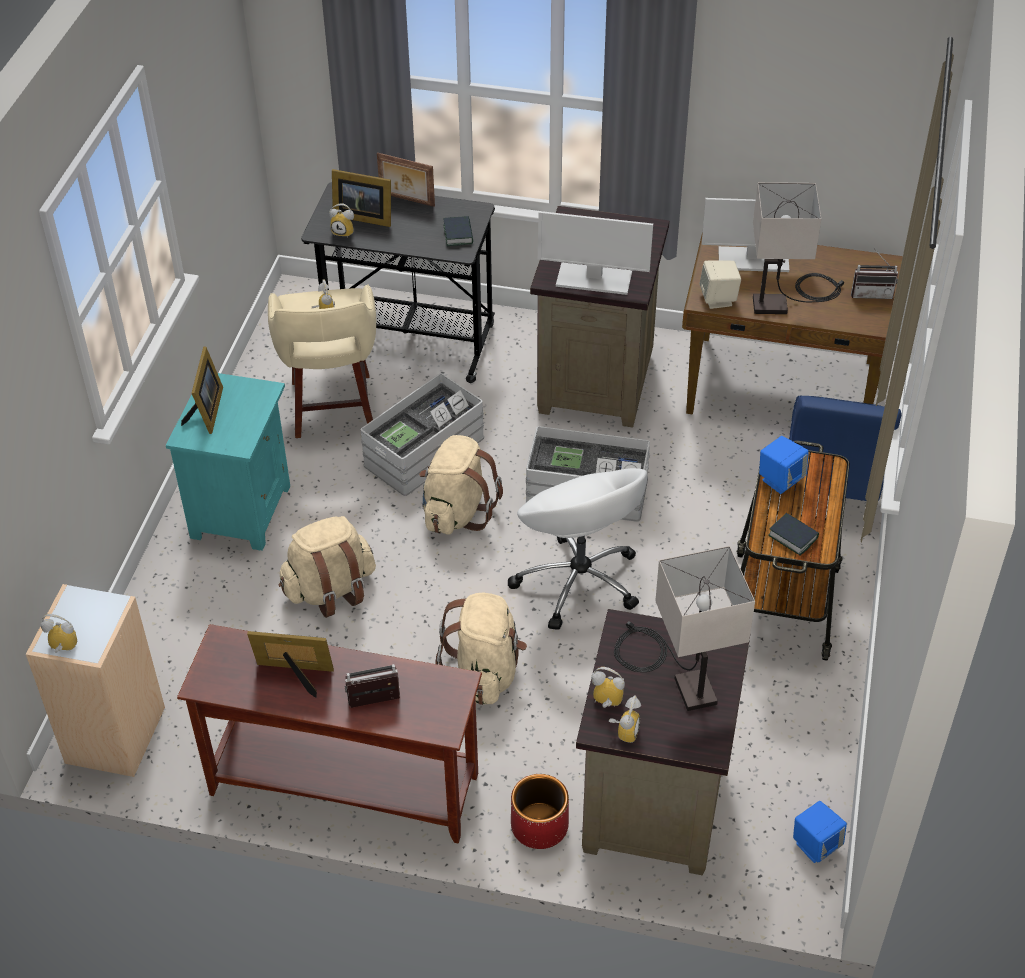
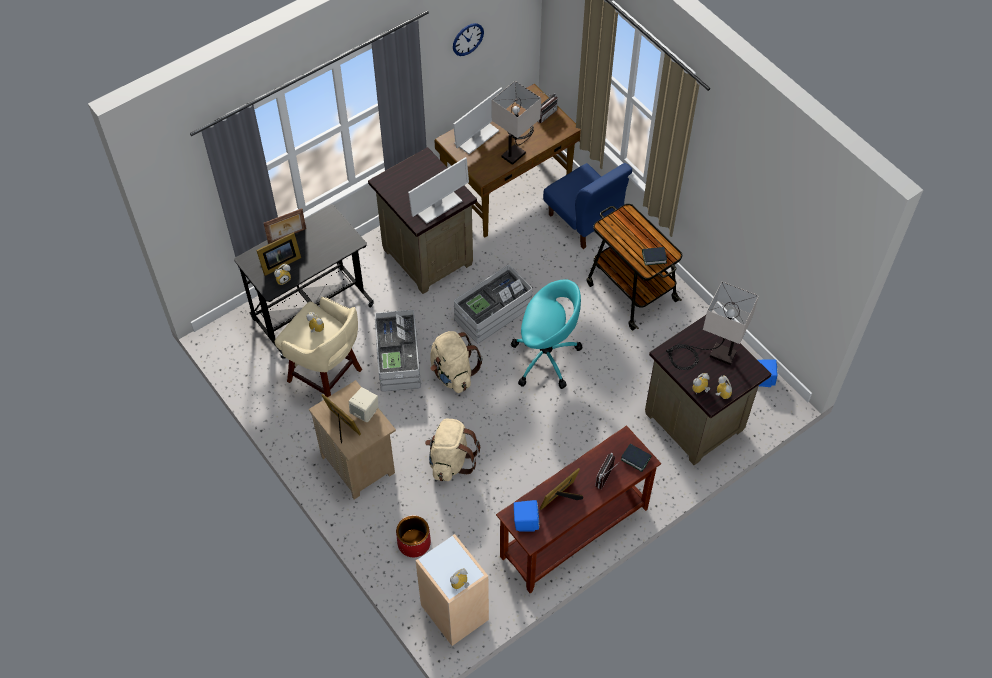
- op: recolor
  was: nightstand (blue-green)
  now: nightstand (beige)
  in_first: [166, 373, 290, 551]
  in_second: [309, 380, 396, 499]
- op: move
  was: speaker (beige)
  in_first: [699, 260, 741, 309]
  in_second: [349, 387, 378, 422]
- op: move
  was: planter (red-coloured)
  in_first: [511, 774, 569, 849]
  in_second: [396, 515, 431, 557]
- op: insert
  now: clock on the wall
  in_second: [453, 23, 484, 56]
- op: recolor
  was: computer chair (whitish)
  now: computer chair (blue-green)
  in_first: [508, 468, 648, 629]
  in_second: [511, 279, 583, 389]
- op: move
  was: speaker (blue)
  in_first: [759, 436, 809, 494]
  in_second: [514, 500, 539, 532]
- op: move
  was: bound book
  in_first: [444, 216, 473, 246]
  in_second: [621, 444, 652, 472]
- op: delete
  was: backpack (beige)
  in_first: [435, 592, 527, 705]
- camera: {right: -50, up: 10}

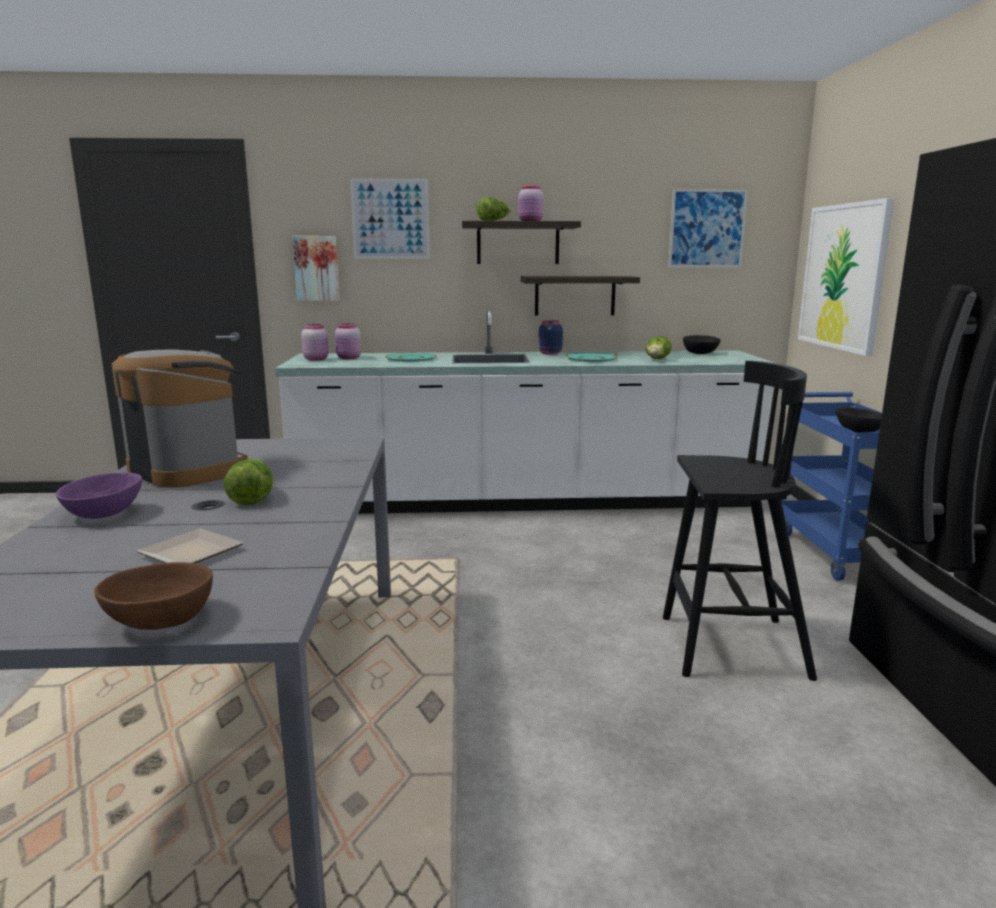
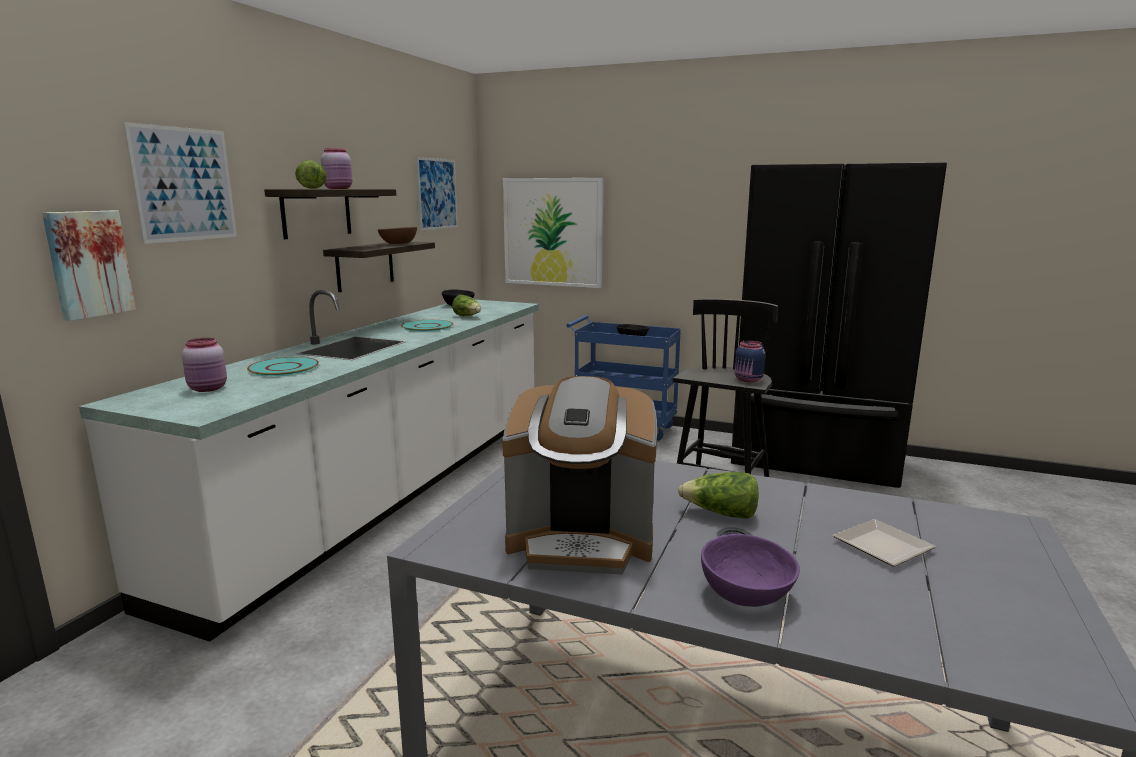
- op: move
  was: deep dish (brownish)
  in_first: [94, 562, 213, 630]
  in_second: [378, 227, 417, 244]
- op: rotate
  was: coffee brewer
  in_first: [111, 349, 248, 487]
  in_second: [502, 376, 657, 575]
  clockwise: -150
- op: move
  was: jar (blue)
  in_first: [538, 320, 563, 355]
  in_second: [735, 340, 765, 383]
- op: delete
  was: jar (pinkish)
  in_first: [301, 324, 329, 361]
- camera: {right: -65, up: 0}

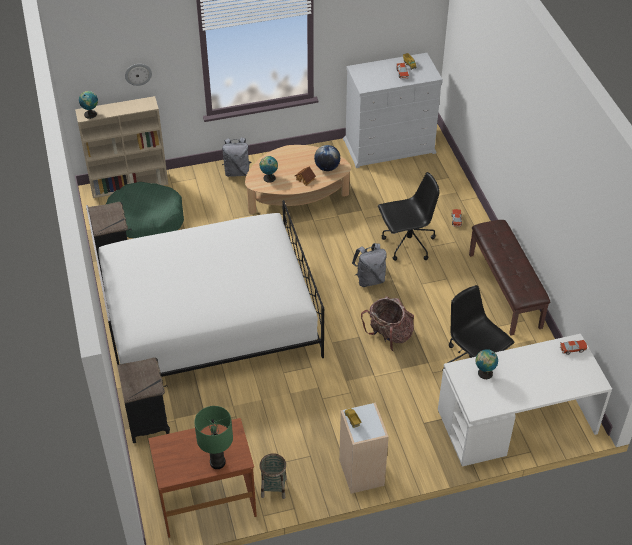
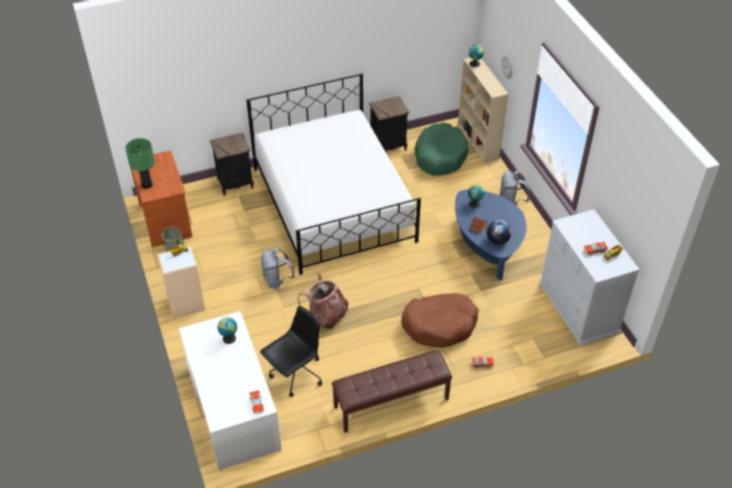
- op: move
  was: backpack (greyish)
  in_first: [352, 243, 387, 287]
  in_second: [261, 248, 295, 289]
- op: replace
  was: computer chair (blackish)
  now: dog cushion (brownish)
  in_first: [378, 172, 440, 261]
  in_second: [401, 293, 478, 348]
- op: recolor
  was: coffee table (beige)
  now: coffee table (blue)
  in_first: [245, 145, 351, 214]
  in_second: [455, 189, 527, 280]
- camera: {right: 85, up: 0}

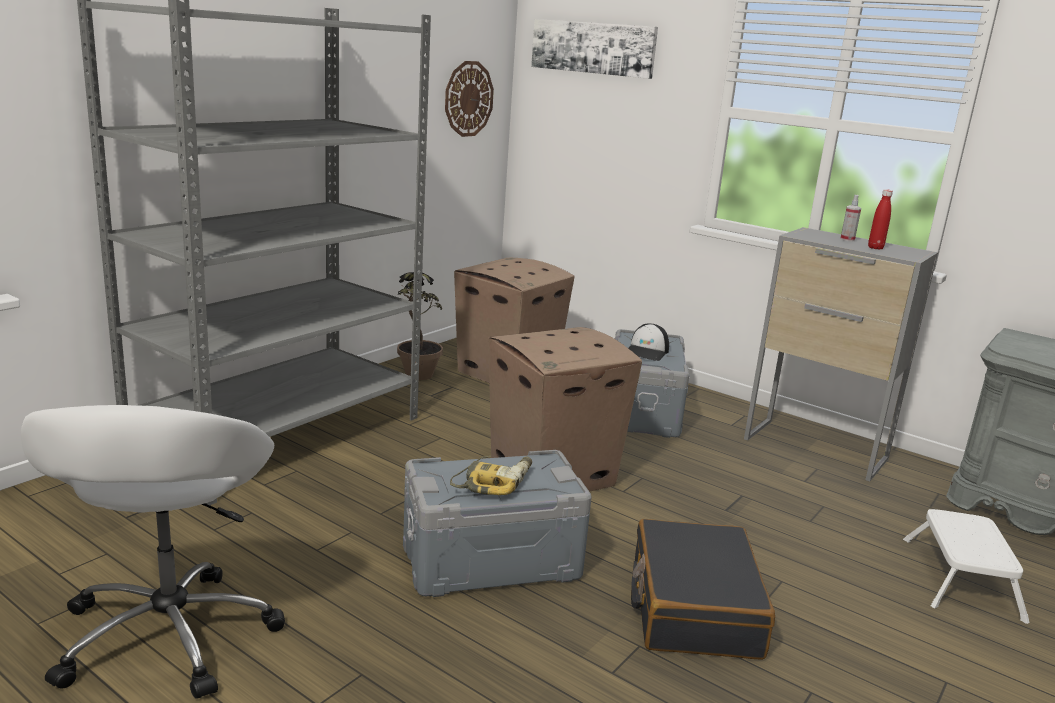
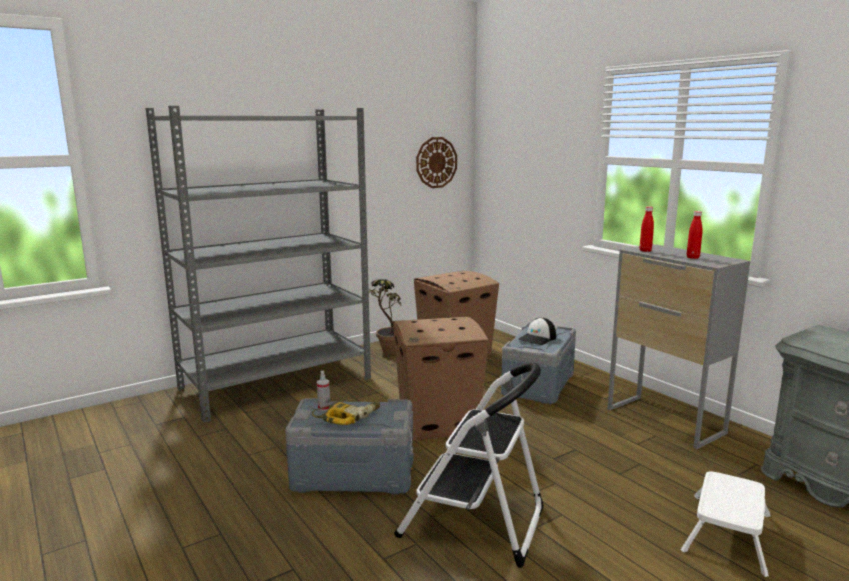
- op: move
  was: hand sprayer
  in_first: [840, 195, 861, 241]
  in_second: [317, 371, 330, 411]
- op: replace
  was: piece of luggage (blackish)
  now: step stool
  in_first: [631, 519, 775, 660]
  in_second: [394, 362, 544, 568]
- op: insert
  now: bottle (red-coloured)
  in_second: [640, 206, 654, 252]
- op: delete
  was: computer chair (whitish)
  in_first: [21, 405, 285, 699]
- op: delete
  was: wall art
  in_first: [531, 19, 658, 79]
- camera: {right: 20, up: -5}

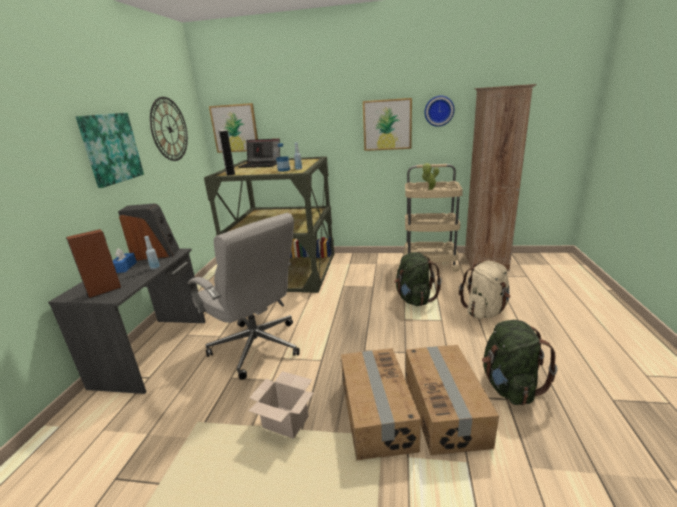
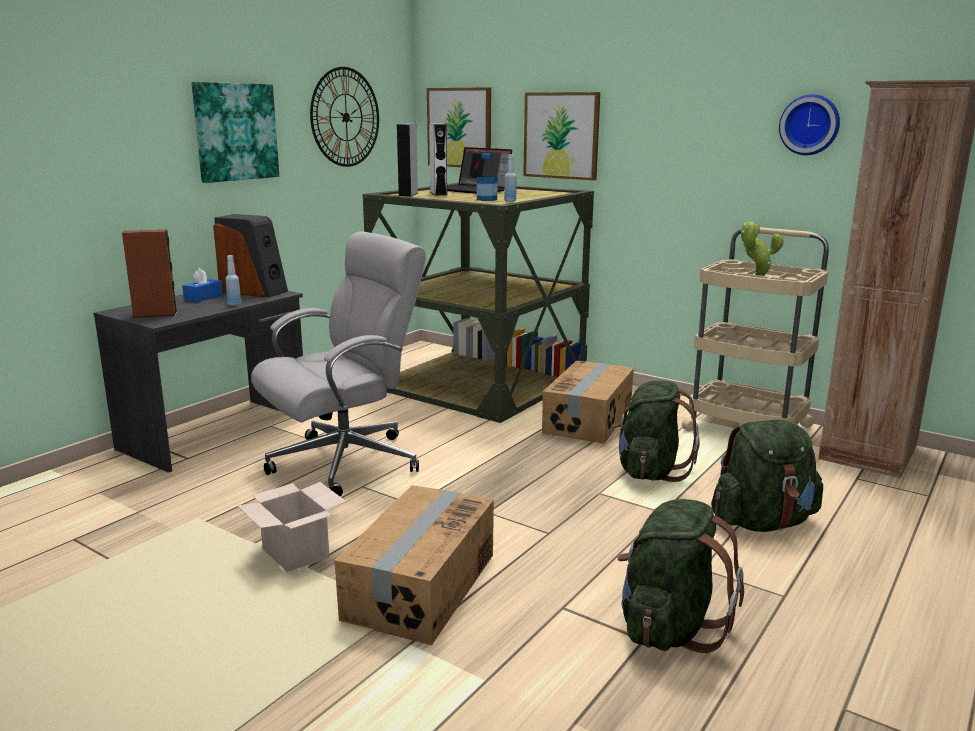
- op: rotate
  was: computer chair (greyish)
  in_first: [188, 213, 300, 380]
  in_second: [251, 231, 426, 496]
  clockwise: -105
- op: insert
  now: speaker (whitish)
  in_second: [429, 124, 448, 196]
- op: move
  was: wall art
  in_first: [363, 98, 412, 151]
  in_second: [523, 92, 600, 180]
- op: move
  was: cardboard box
  in_first: [406, 345, 499, 455]
  in_second: [542, 361, 634, 444]
- op: recolor
  was: backpack (beige)
  now: backpack (green)
  in_first: [459, 261, 511, 319]
  in_second: [711, 420, 823, 532]
- camera: {right: 25, up: -5}

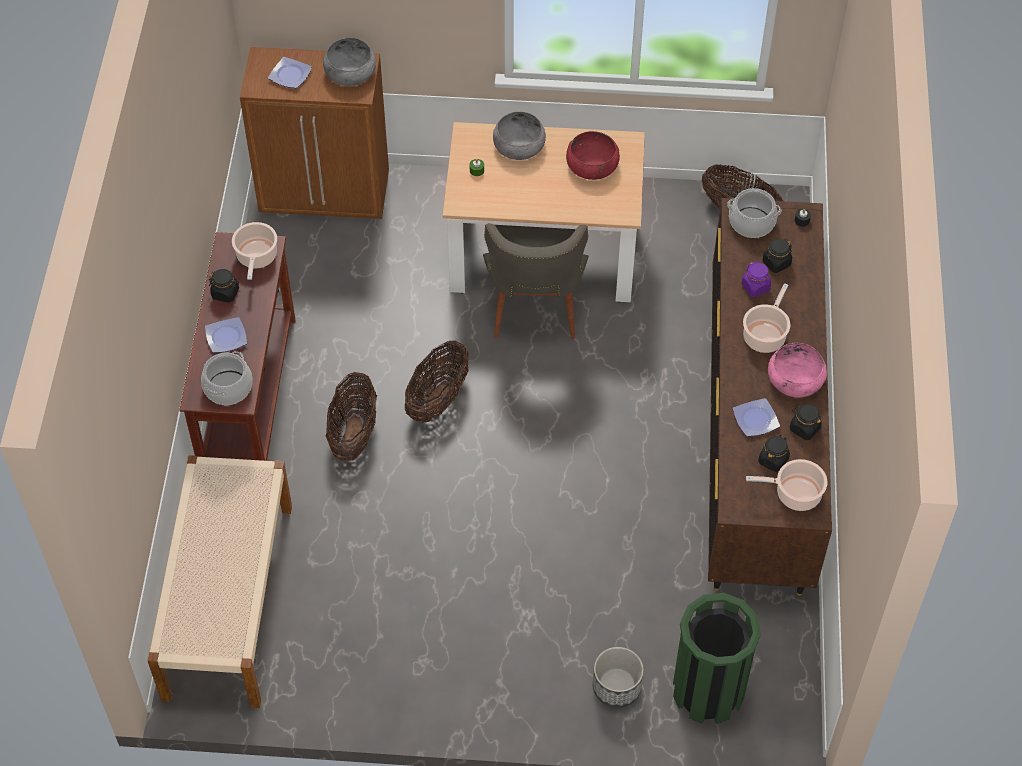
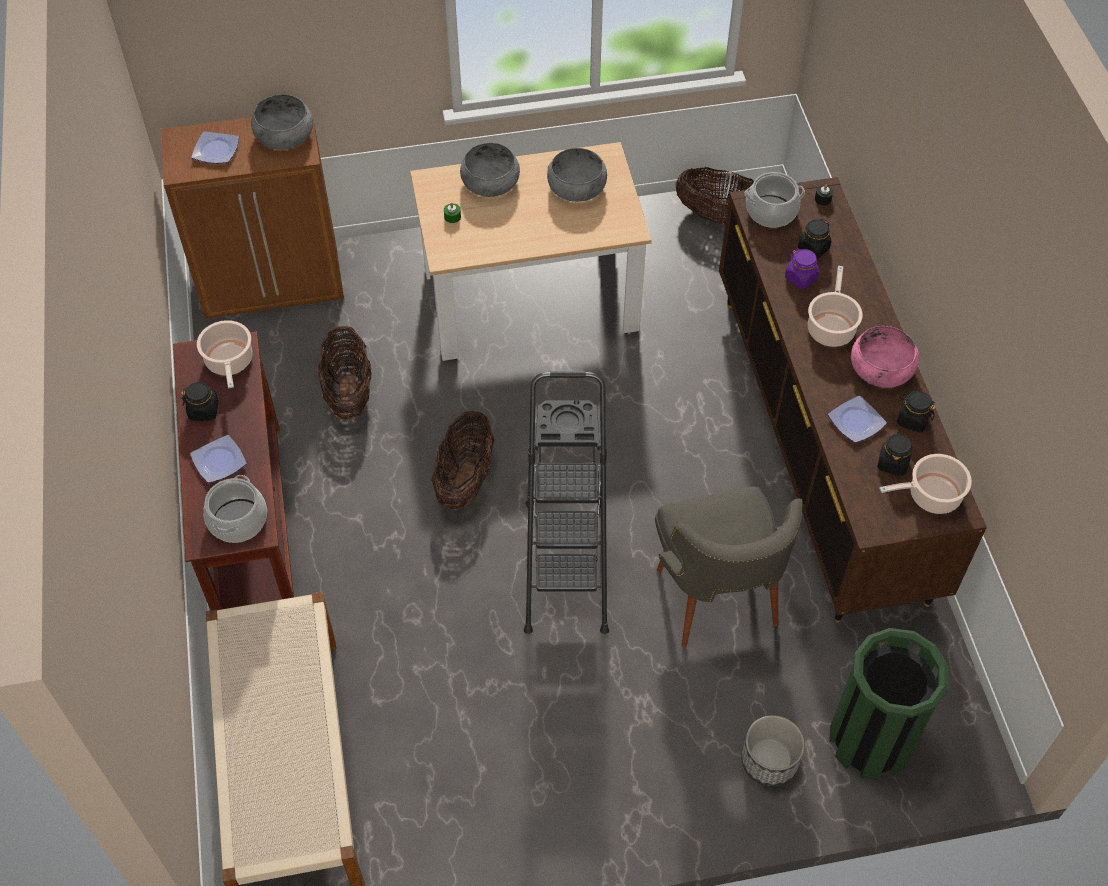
- op: move
  was: household basket
  in_first: [325, 372, 377, 461]
  in_second: [318, 326, 372, 420]
- op: insert
  now: step stool
  in_second: [524, 371, 609, 634]
- op: recolor
  was: deep dish (red-coloured)
  now: deep dish (greyish)
  in_first: [566, 131, 620, 180]
  in_second: [547, 148, 607, 202]
- op: move
  was: plain chair (greyish)
  in_first: [483, 223, 588, 339]
  in_second: [655, 487, 802, 647]
- camera: {right: -15, up: 0}

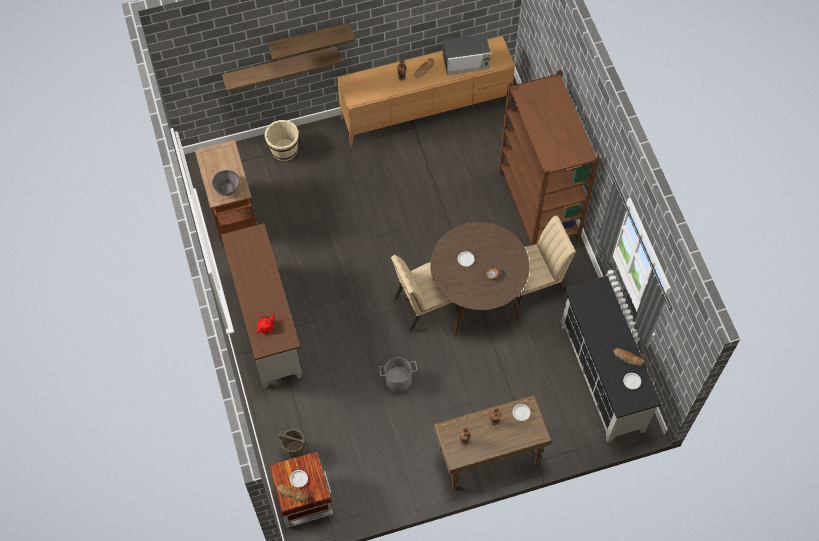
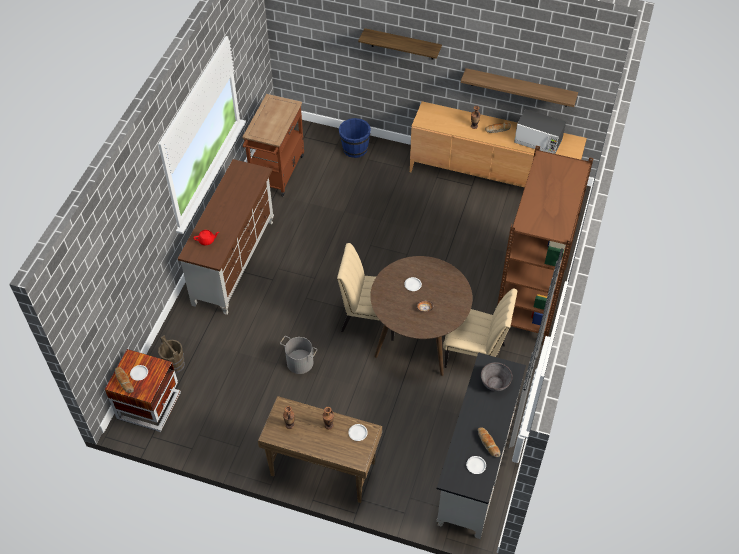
- op: recolor
  was: pail (beige)
  now: pail (blue)
  in_first: [264, 120, 299, 161]
  in_second: [339, 118, 371, 158]
- op: move
  was: wall shelf
  in_first: [222, 46, 342, 92]
  in_second: [461, 68, 578, 107]
- op: move
  was: deep dish (greyish)
  in_first: [212, 170, 240, 196]
  in_second: [481, 362, 513, 391]
- camera: {right: 35, up: -10}

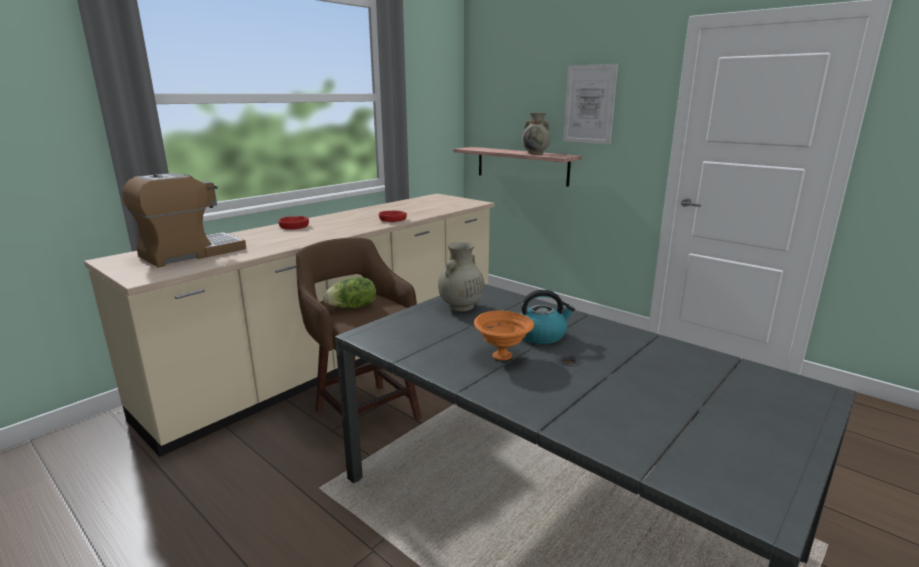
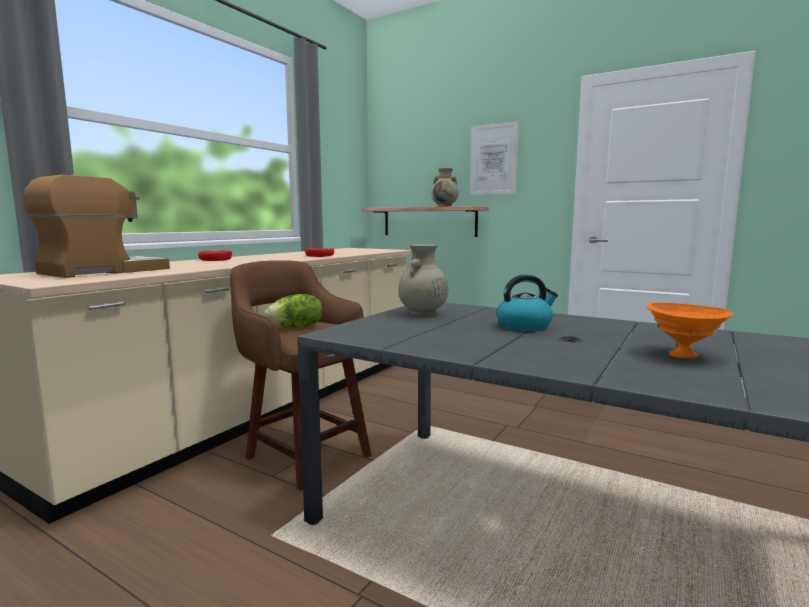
- op: move
  was: deep dish (orange-coloured)
  in_first: [474, 311, 534, 360]
  in_second: [647, 302, 734, 359]
- camera: {right: -10, up: -10}

